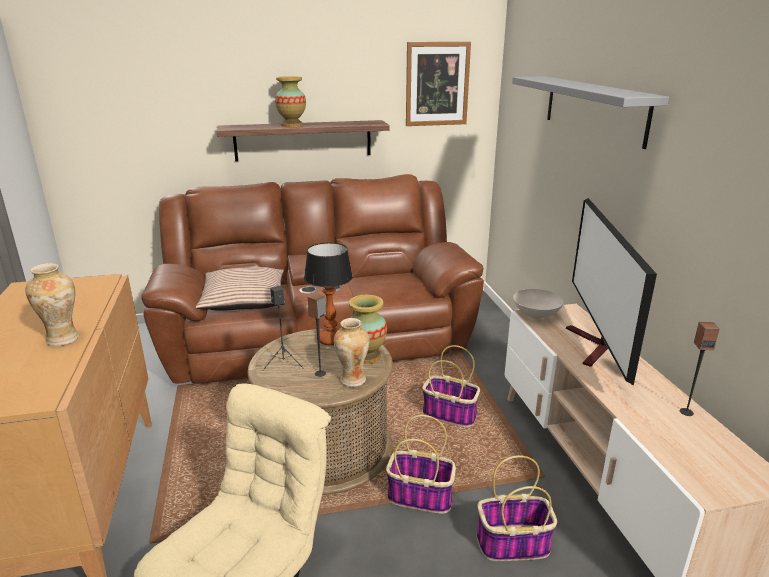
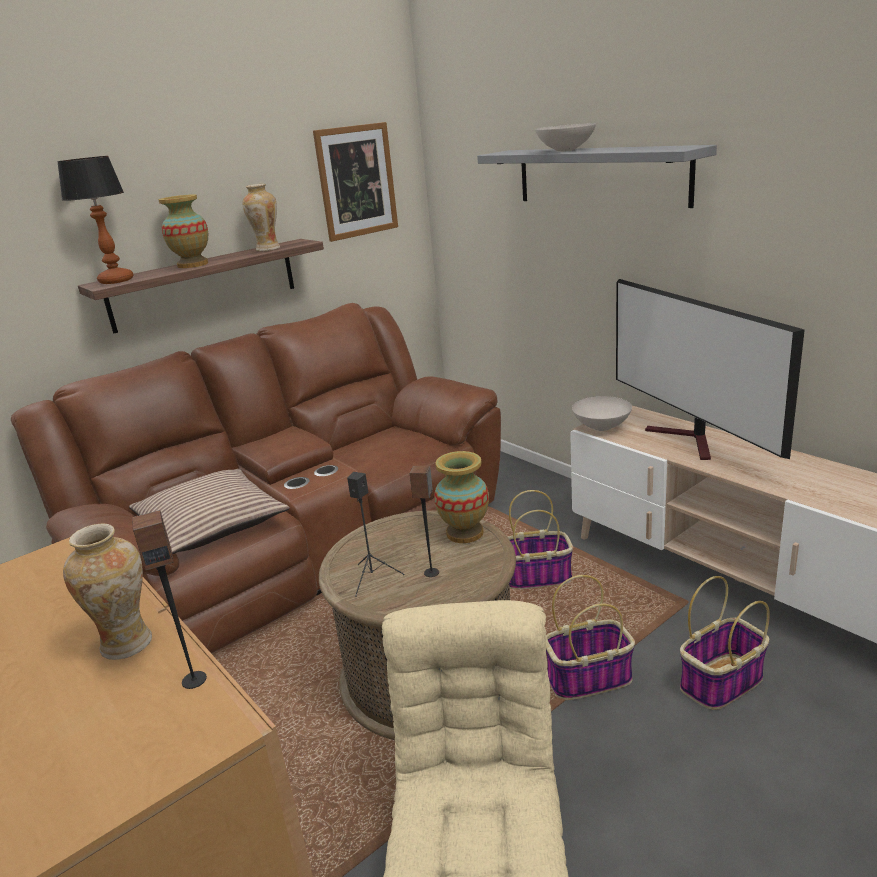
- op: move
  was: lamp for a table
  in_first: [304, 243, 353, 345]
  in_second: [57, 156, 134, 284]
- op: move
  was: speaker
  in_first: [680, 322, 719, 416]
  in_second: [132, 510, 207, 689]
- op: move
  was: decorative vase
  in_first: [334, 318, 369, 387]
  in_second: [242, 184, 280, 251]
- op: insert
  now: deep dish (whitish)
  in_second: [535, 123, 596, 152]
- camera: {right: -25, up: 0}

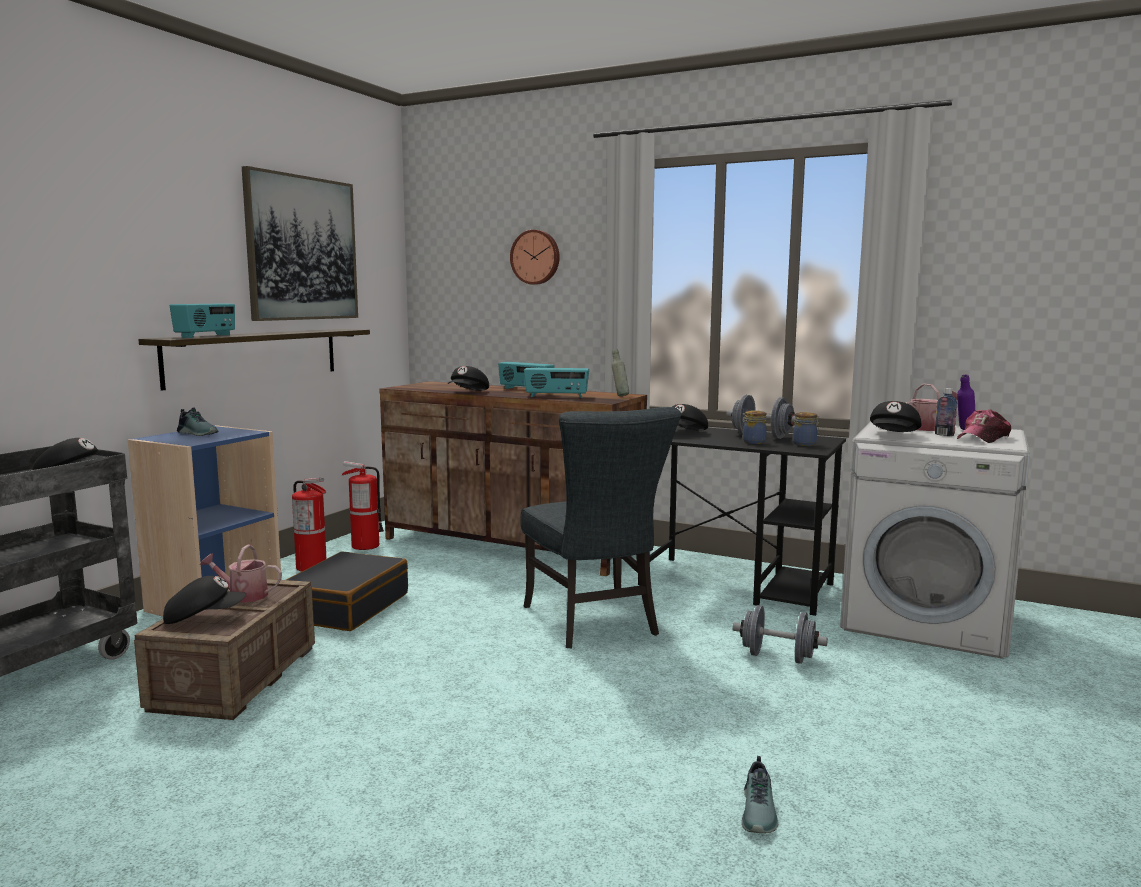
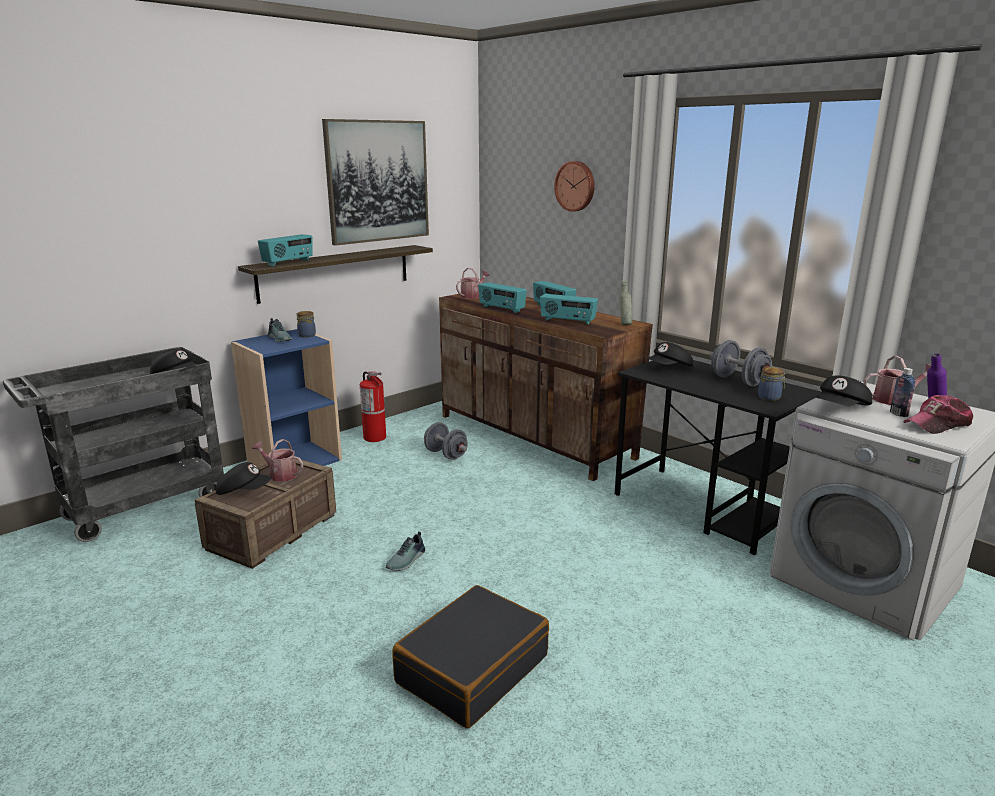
- op: move
  was: jar
  in_first: [741, 410, 767, 444]
  in_second: [297, 311, 316, 338]
- op: move
  was: low shoe
  in_first: [742, 756, 778, 833]
  in_second: [386, 531, 425, 571]
- op: move
  was: piece of luggage (blackish)
  in_first: [286, 551, 408, 631]
  in_second: [392, 585, 549, 729]
- op: move
  was: free weight (greyish)
  in_first: [732, 605, 828, 664]
  in_second: [424, 422, 468, 460]
- op: insert
  now: sprinkling can
  in_second: [456, 268, 490, 299]
- op: replace
  was: baseball cap (blackish)
  now: radio set
  in_first: [448, 366, 489, 391]
  in_second: [478, 282, 527, 313]
- op: delete
  was: fire extinguisher
  in_first: [341, 461, 384, 550]
- op: delete
  was: plain chair (greyish)
  in_first: [520, 407, 682, 648]
- camera: {right: 20, up: 10}

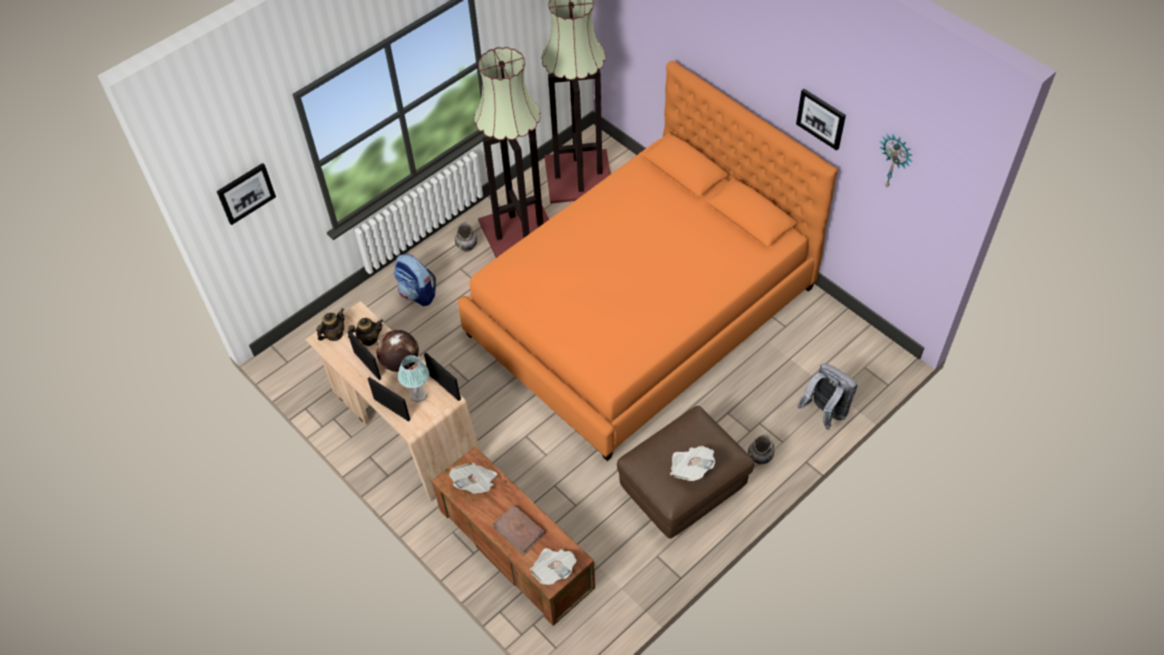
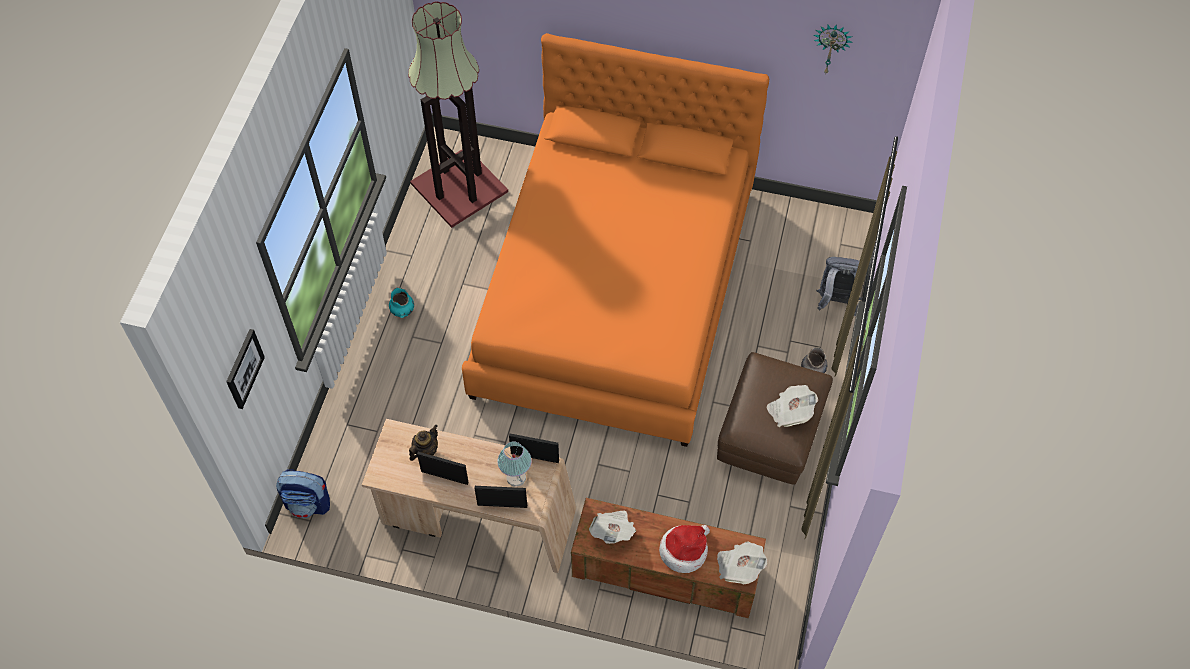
- op: move
  was: backpack
  in_first: [394, 254, 436, 306]
  in_second: [276, 469, 330, 518]
- op: recolor
  was: decorative vase (greyish)
  now: decorative vase (blue-green)
  in_first: [455, 222, 477, 252]
  in_second: [389, 287, 414, 318]
- op: replace
  was: bound book (brownish)
  now: hat
  in_first: [493, 505, 546, 555]
  in_second: [659, 525, 710, 573]
- op: delete
  was: pot for tea
  in_first: [316, 309, 344, 341]
- op: delete
  was: desk globe
  in_first: [376, 330, 419, 372]
- op: delete
  was: standard lamp
  in_first: [474, 47, 549, 258]
- op: delete
  was: wall art
  in_first: [796, 89, 846, 151]
- camera: {right: -35, up: 5}

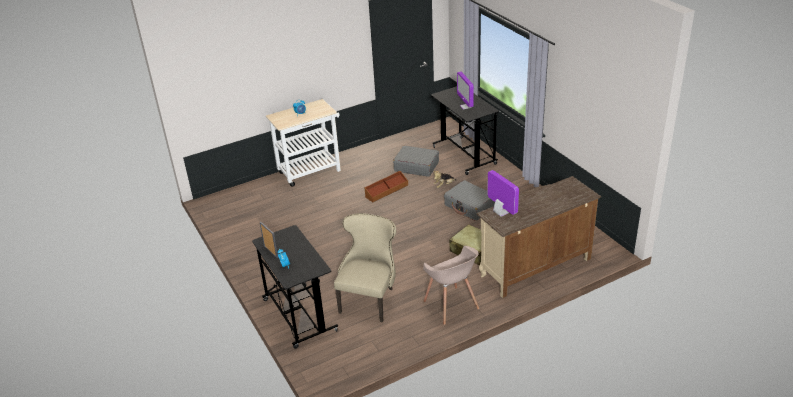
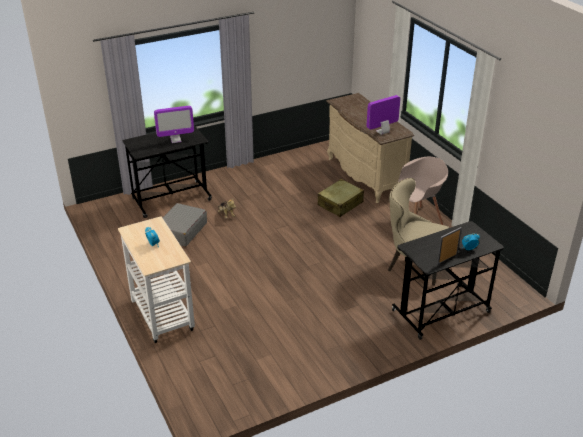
- op: delete
  was: storage box (brownish)
  in_first: [365, 171, 408, 202]
- op: delete
  was: piece of luggage (greyish)
  in_first: [444, 180, 495, 221]
- camera: {right: -90, up: 0}

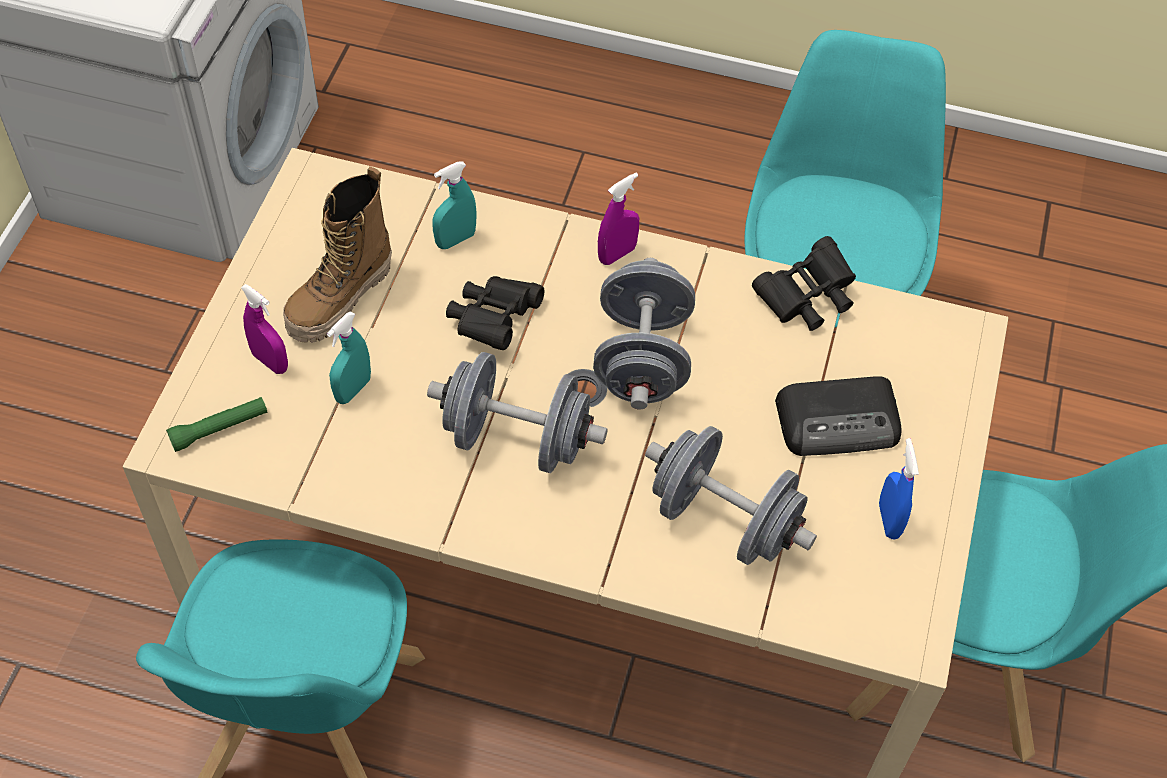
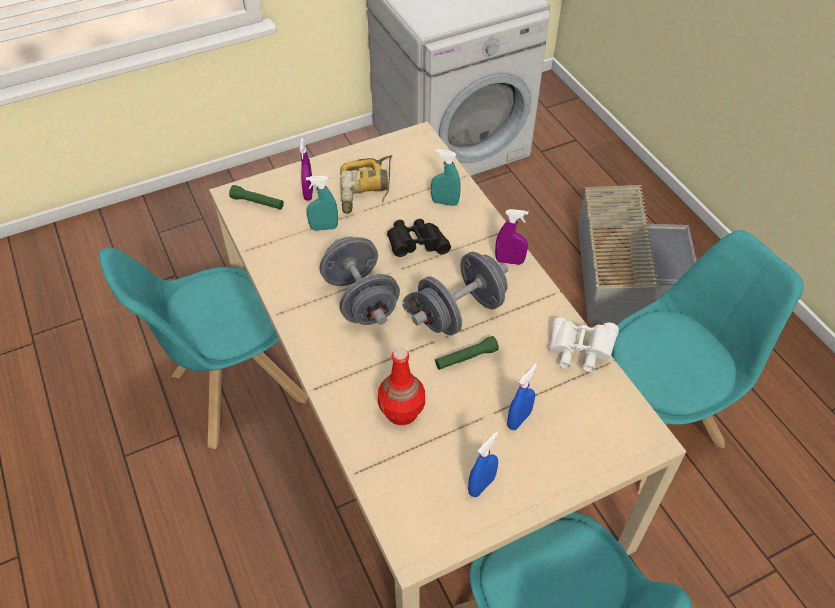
- op: replace
  was: high-top boot
  now: drill
  in_first: [283, 167, 392, 343]
  in_second: [340, 155, 392, 214]
- op: replace
  was: free weight (greyish)
  now: bottle (red-coloured)
  in_first: [645, 426, 817, 565]
  in_second: [378, 348, 425, 425]
- op: insert
  now: flashlight (green)
  in_second: [435, 336, 499, 370]
- op: replace
  was: radio set
  now: hand sprayer (blue)
  in_first: [775, 376, 901, 456]
  in_second: [507, 364, 537, 430]
- op: recolor
  was: binoculars (blackish)
  now: binoculars (whitish)
  in_first: [752, 236, 856, 331]
  in_second: [549, 317, 619, 372]
- op: insert
  now: storage box (greyish)
  in_second: [578, 185, 697, 324]
- camera: {right: 50, up: -5}

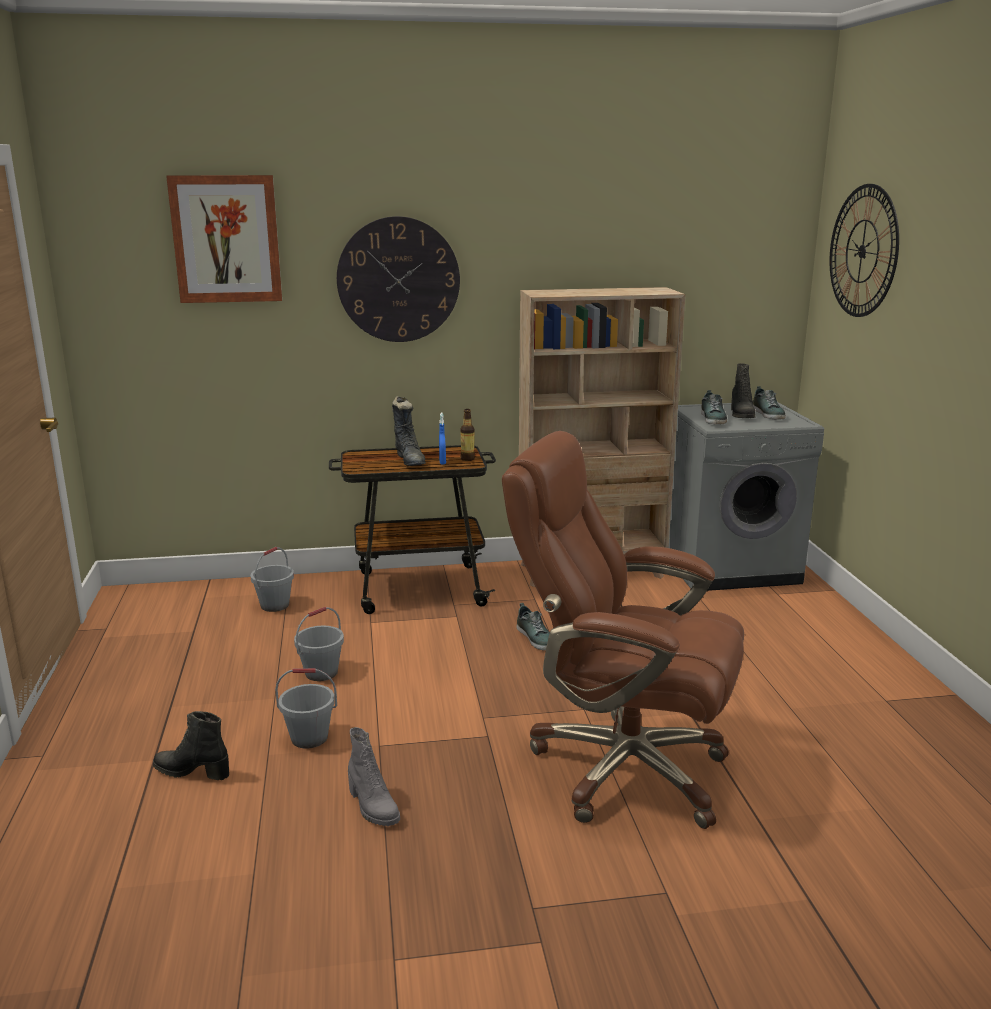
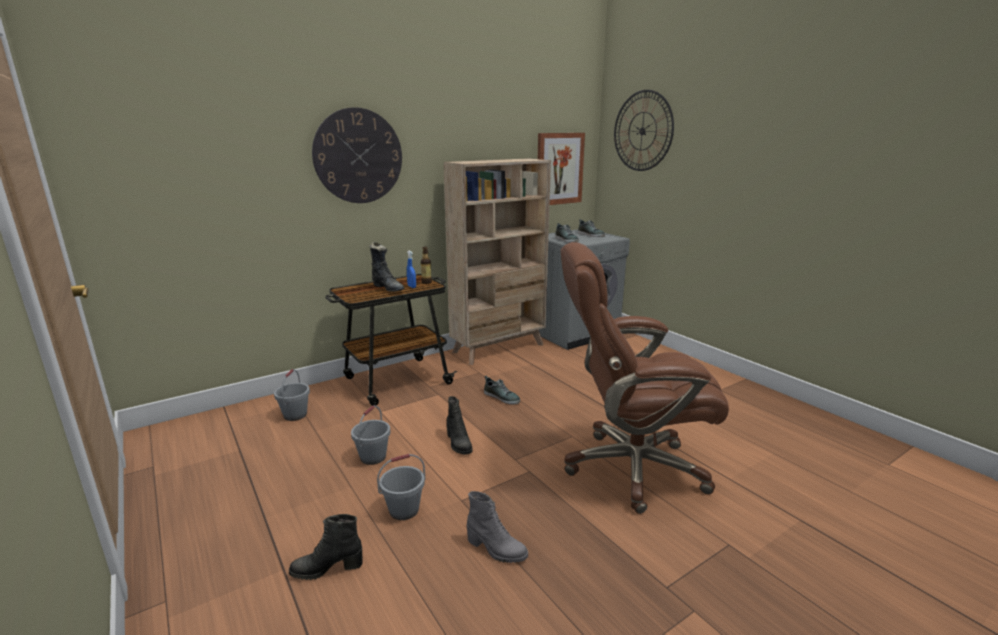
- op: move
  was: high-top boot (blackish)
  in_first: [731, 363, 756, 418]
  in_second: [447, 396, 473, 455]
- op: move
  was: wall art
  in_first: [166, 175, 282, 303]
  in_second: [538, 133, 585, 205]
- camera: {right: -25, up: 0}

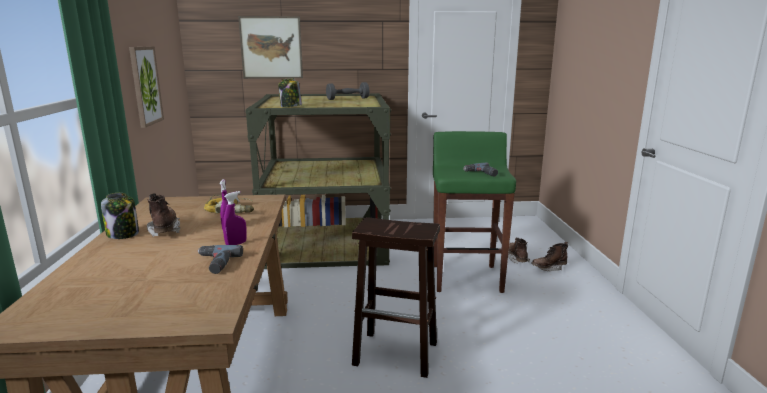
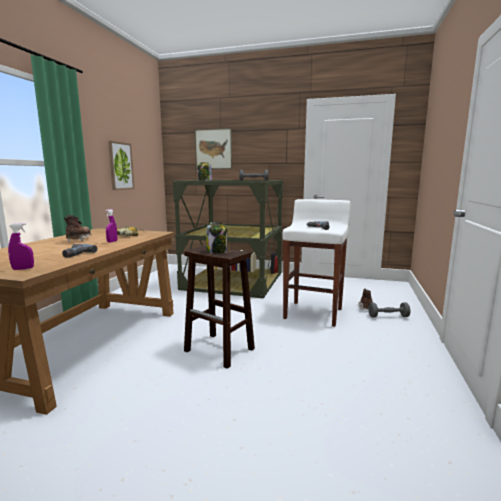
- op: move
  was: hand sprayer (purplish)
  in_first: [223, 191, 247, 245]
  in_second: [8, 223, 34, 270]
- op: move
  was: jar
  in_first: [101, 193, 139, 239]
  in_second: [206, 222, 227, 253]
- op: recolor
  was: sitting stool (green)
  now: sitting stool (whitish)
  in_first: [433, 131, 516, 293]
  in_second: [282, 199, 351, 327]
- op: replace
  was: high-top boot (brownish)
  now: free weight (greyish)
  in_first: [531, 242, 568, 271]
  in_second: [368, 303, 410, 317]
- camera: {right: 20, up: -5}

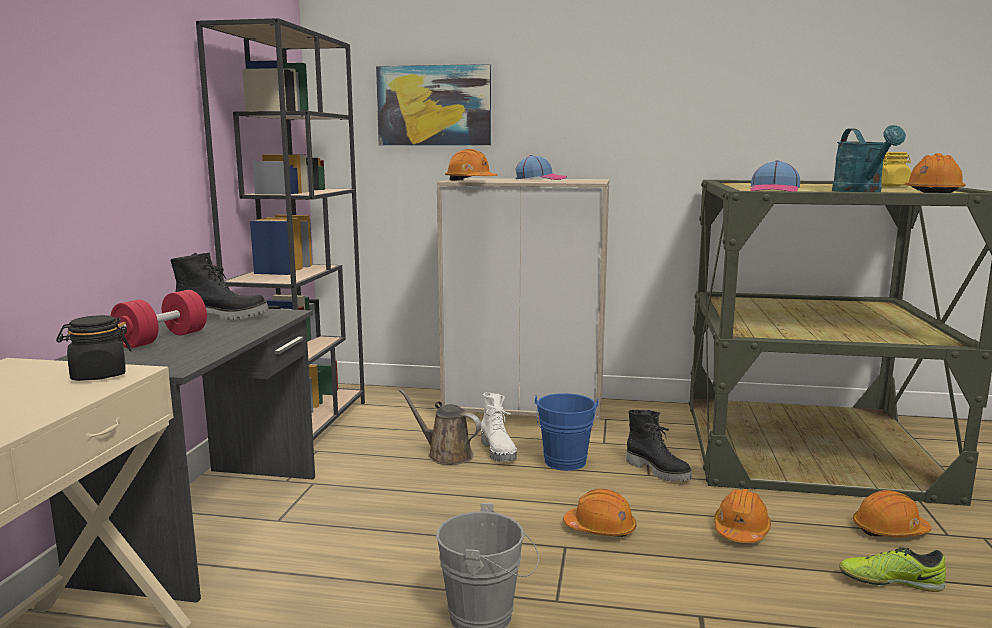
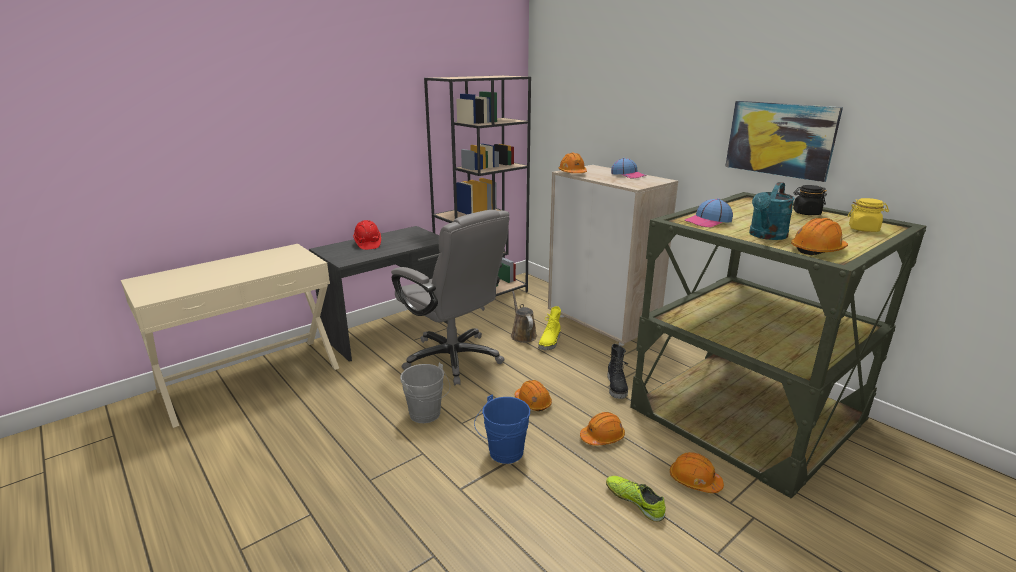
- op: replace
  was: free weight (red-coloured)
  now: safety helmet (red-coloured)
  in_first: [111, 290, 207, 348]
  in_second: [353, 220, 381, 250]
- op: insert
  now: computer chair (greyish)
  in_second: [391, 210, 510, 385]
- op: move
  was: pail (blue)
  in_first: [535, 393, 599, 471]
  in_second: [474, 395, 530, 464]
- op: recolor
  was: high-top boot (whitish)
  now: high-top boot (yellow)
  in_first: [481, 392, 517, 462]
  in_second: [538, 306, 561, 350]
- op: move
  was: wall art
  in_first: [376, 64, 491, 146]
  in_second: [725, 101, 843, 182]
- op: move
  was: jar (blackish)
  in_first: [56, 315, 132, 381]
  in_second: [793, 185, 827, 215]
- op: delete
  was: high-top boot (blackish)
  in_first: [171, 253, 269, 320]
- camera: {right: 40, up: 10}

